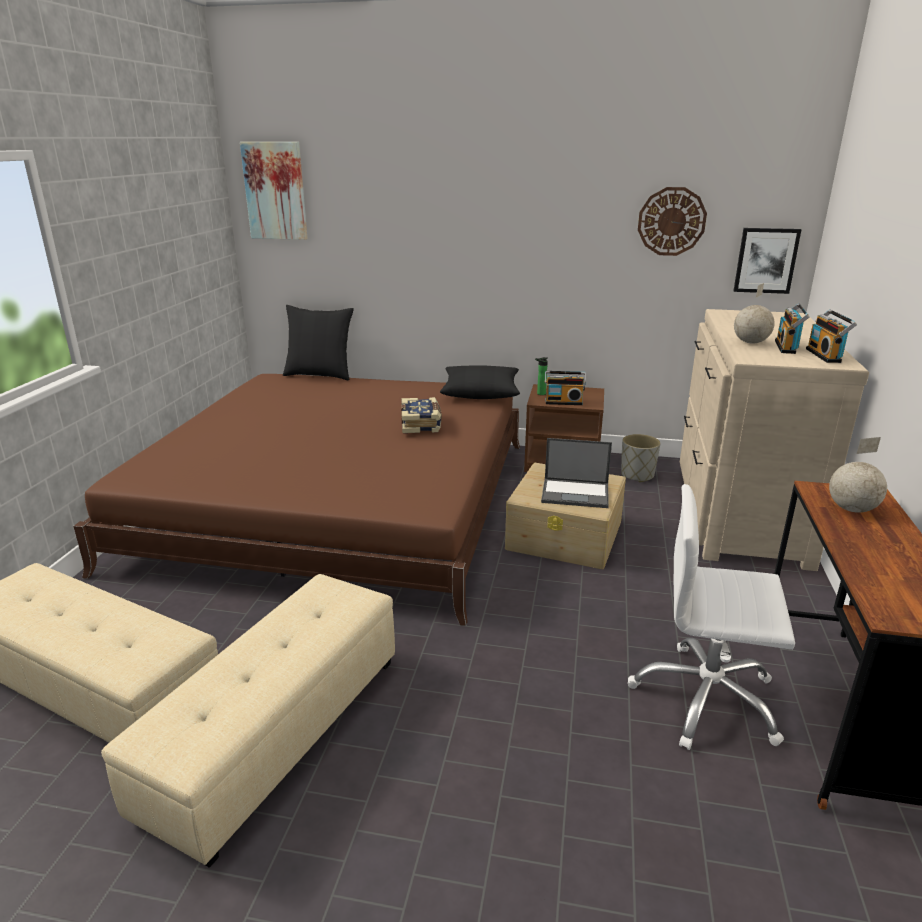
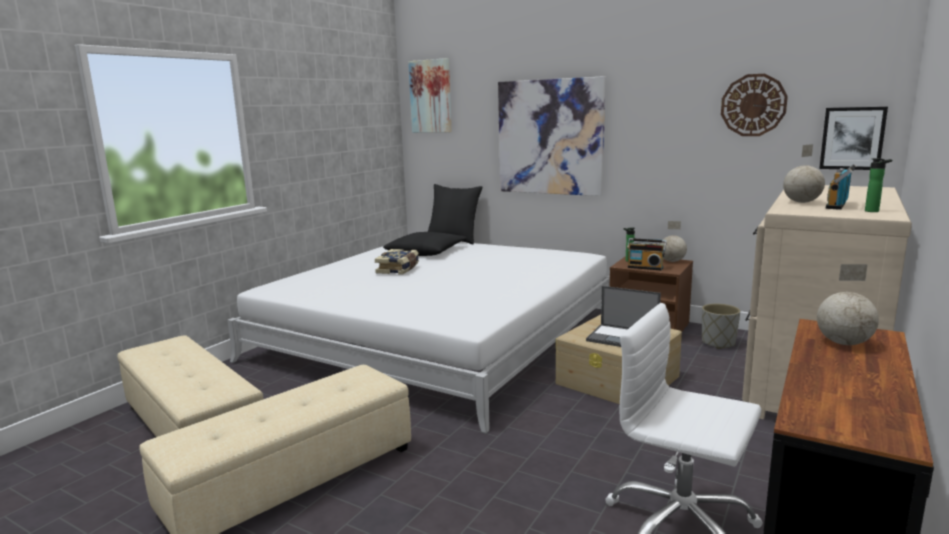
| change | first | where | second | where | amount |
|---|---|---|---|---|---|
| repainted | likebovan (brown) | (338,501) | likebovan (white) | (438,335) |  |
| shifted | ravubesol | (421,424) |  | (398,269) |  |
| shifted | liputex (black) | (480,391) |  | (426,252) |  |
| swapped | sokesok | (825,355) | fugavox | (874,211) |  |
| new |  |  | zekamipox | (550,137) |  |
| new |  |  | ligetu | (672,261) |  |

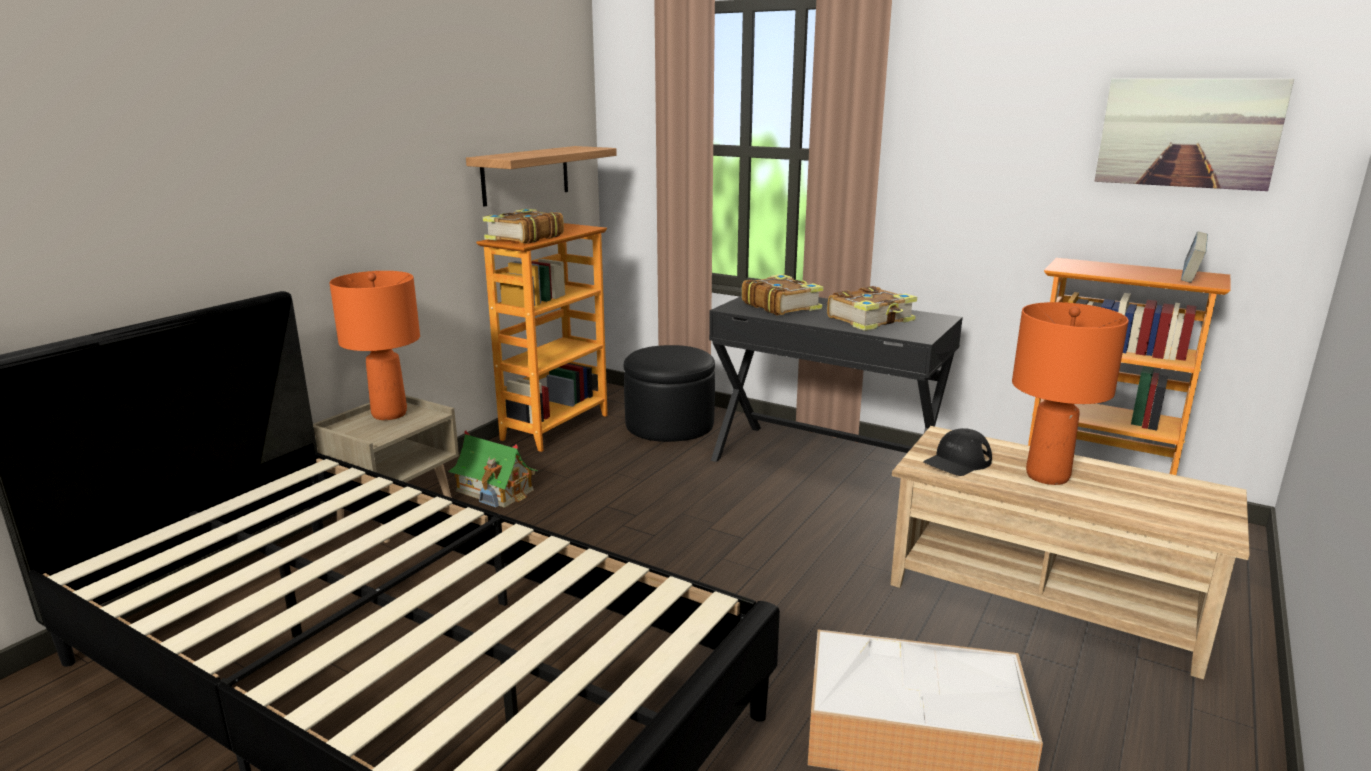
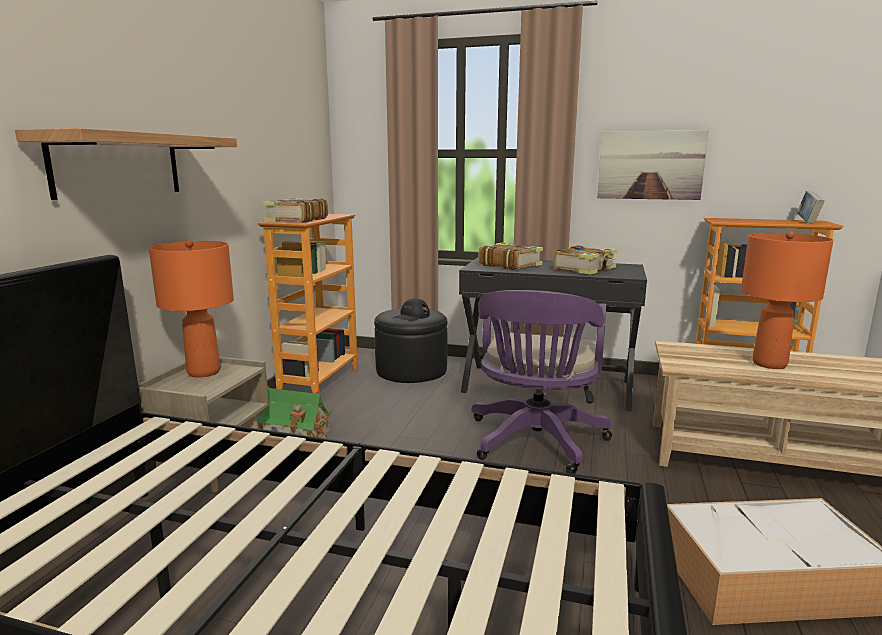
| change | first | where | second | where | amount |
|---|---|---|---|---|---|
| shifted | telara | (526,175) |  | (118,165) |  |
| shifted | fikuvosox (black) | (957,461) |  | (411,316) |  |
| shifted | zekamipox | (1188,133) |  | (650,165) |  |
| new |  |  | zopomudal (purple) | (535,443) |  |

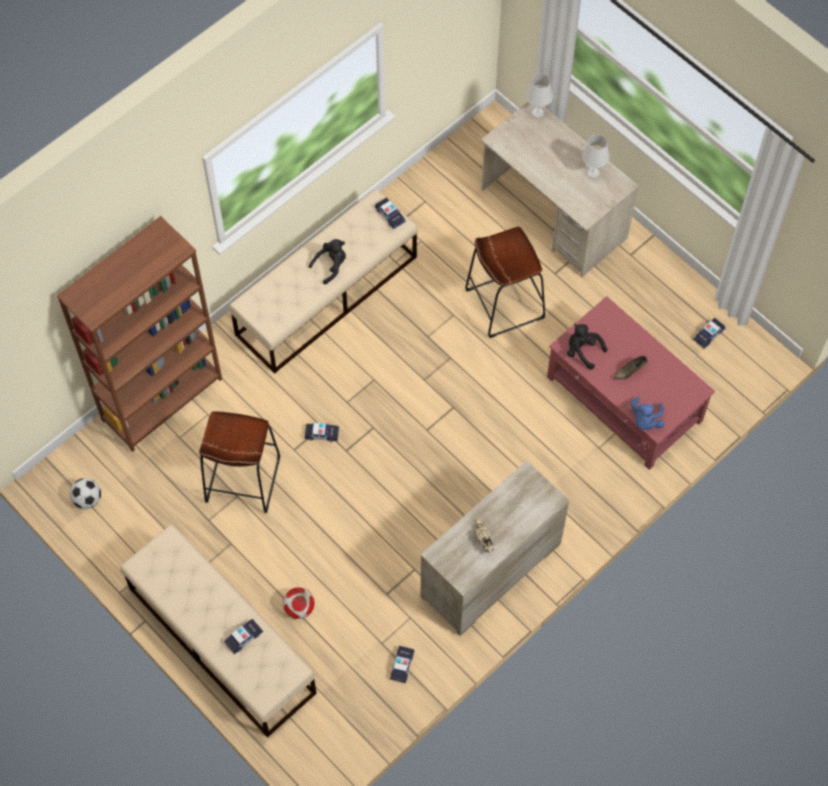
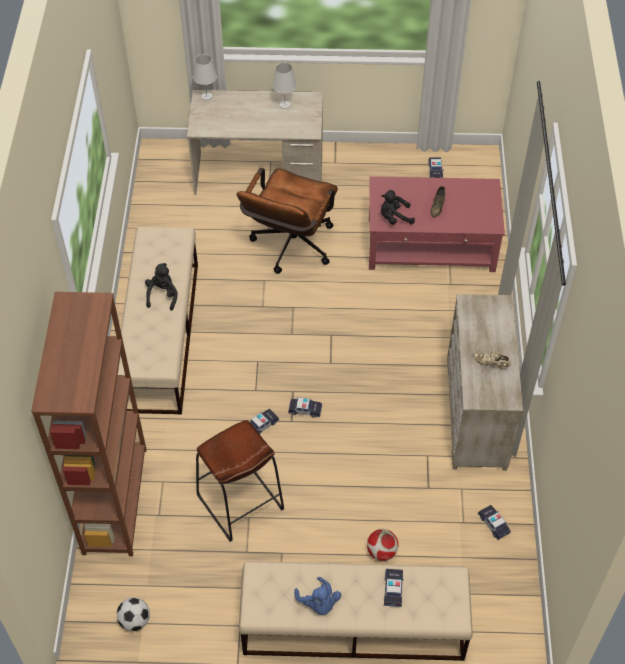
| change | first | where | second | where | amount |
|---|---|---|---|---|---|
| shifted | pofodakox | (390,215) |  | (305,410) |  |
| swapped | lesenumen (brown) | (504,304) | zopomudal (brown) | (290,248) |  |
| shifted | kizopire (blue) | (645,420) |  | (318,603) |  |

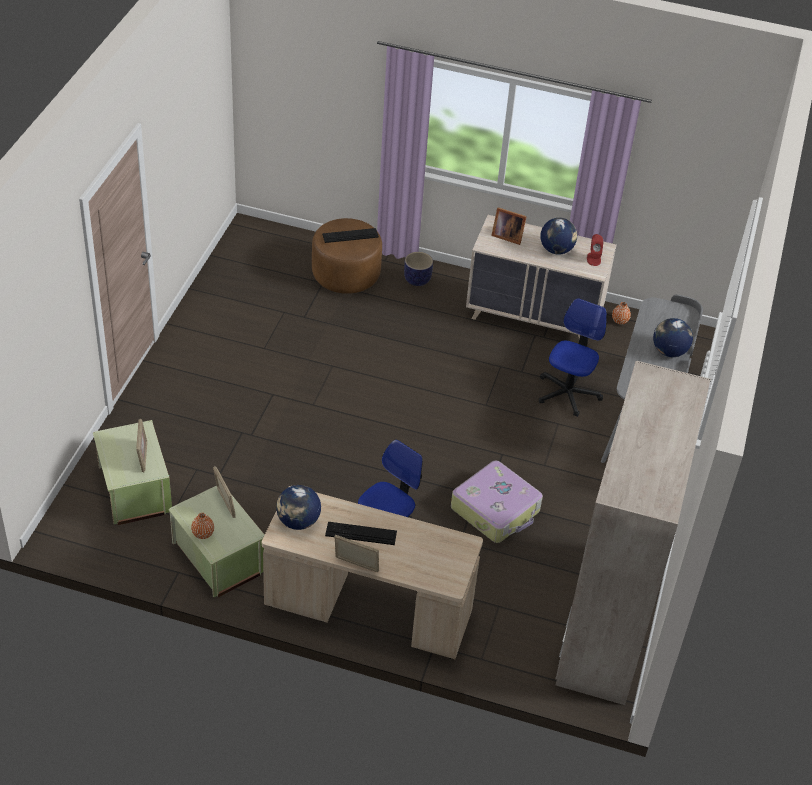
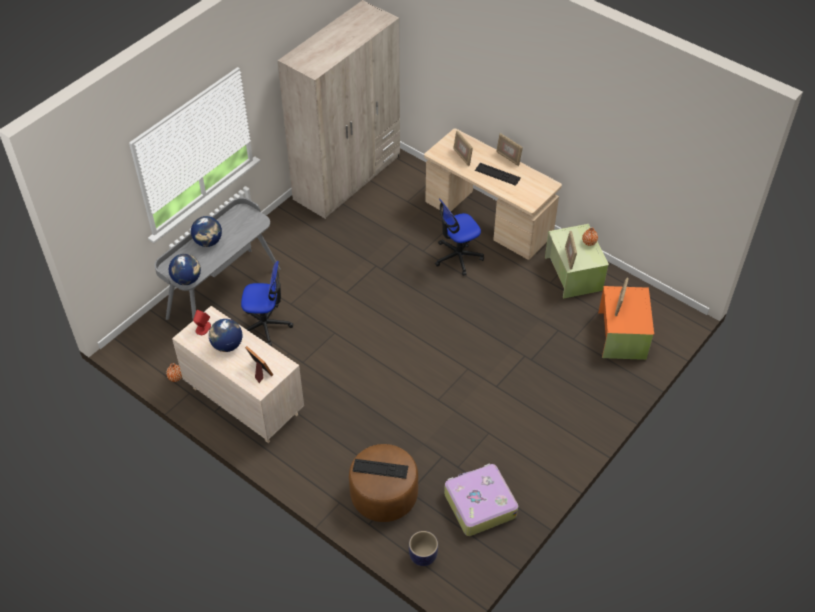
| change | first | where | second | where | amount |
|---|---|---|---|---|---|
| repainted | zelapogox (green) | (133,490) | zelapogox (orange) | (623,335) |  |
| shifted | ligetu | (298,521) |  | (187,279) |  |
| shifted | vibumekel | (417,280) |  | (422,556) |  |
| shifted | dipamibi | (496,510) |  | (479,504) |  |
| rotated | zopomudal | (568,393) |  | (266,325) | 135 degrees counterclockwise |
| new |  |  | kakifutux | (462,157) |  |

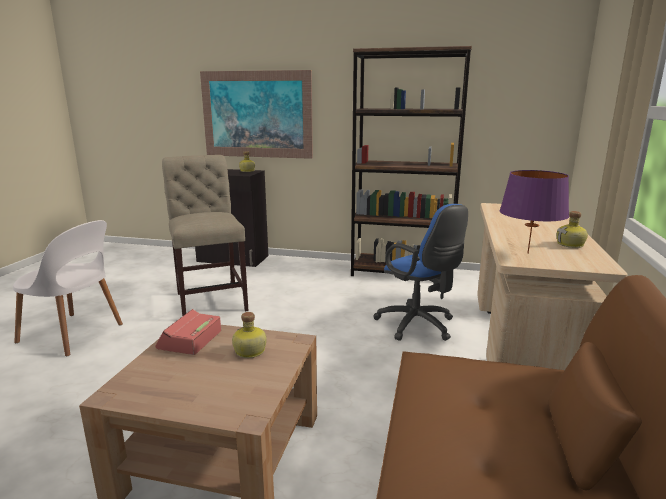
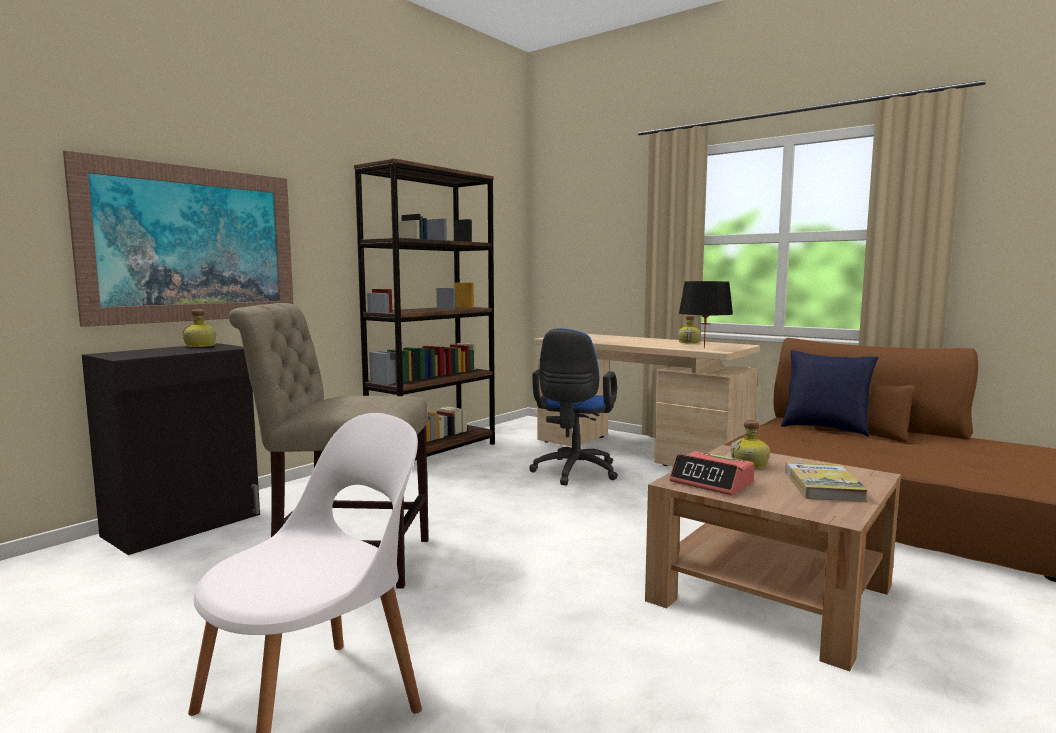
| change | first | where | second | where | amount |
|---|---|---|---|---|---|
| rotated | zopomudal (blue) | (418,326) |  | (573,473) | 120 degrees clockwise |
| repainted | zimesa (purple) | (528,253) | zimesa (black) | (704,348) |  |
| new |  |  | liputex (blue) | (825,429) |  |
| new |  |  | ravubesol | (823,486) |  |

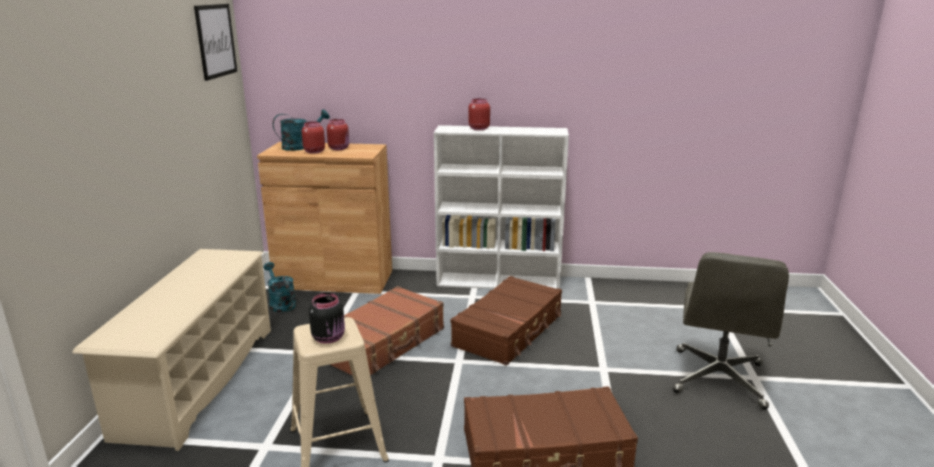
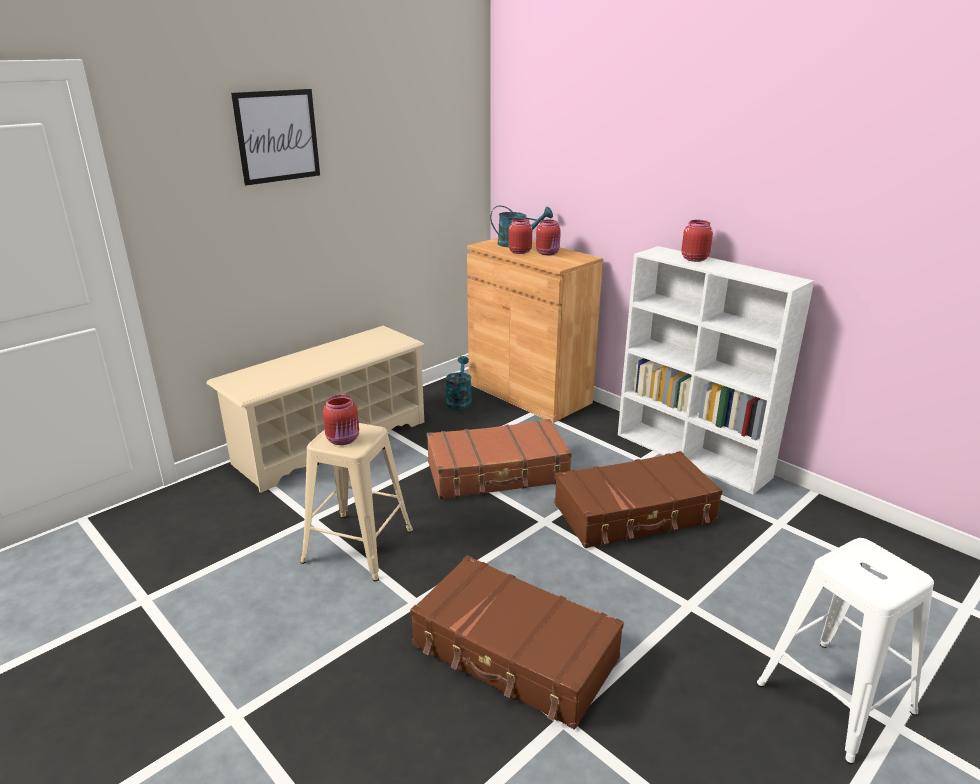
| change | first | where | second | where | amount |
|---|---|---|---|---|---|
| shifted | zekamipox | (216,41) |  | (277,136) |  |
| repainted | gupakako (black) | (329,338) | gupakako (red) | (344,440) |  |
| swapped | zopomudal (grey) | (719,379) | lesenumen (white) | (833,697) |  |

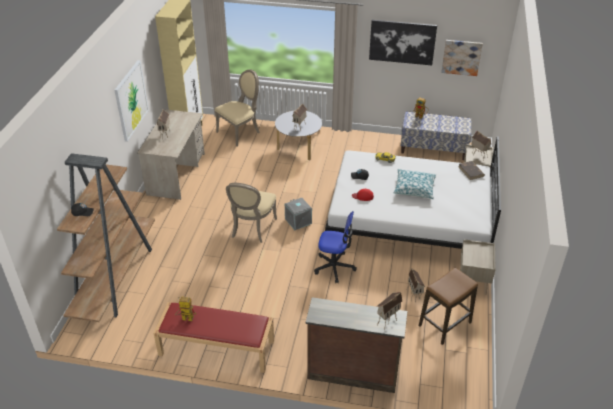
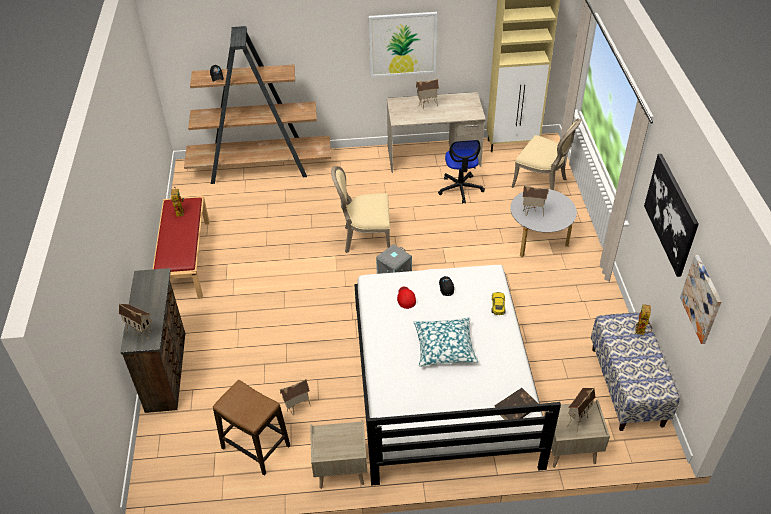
| change | first | where | second | where | amount |
|---|---|---|---|---|---|
| shifted | zopomudal | (334,267) |  | (460,189) |  |

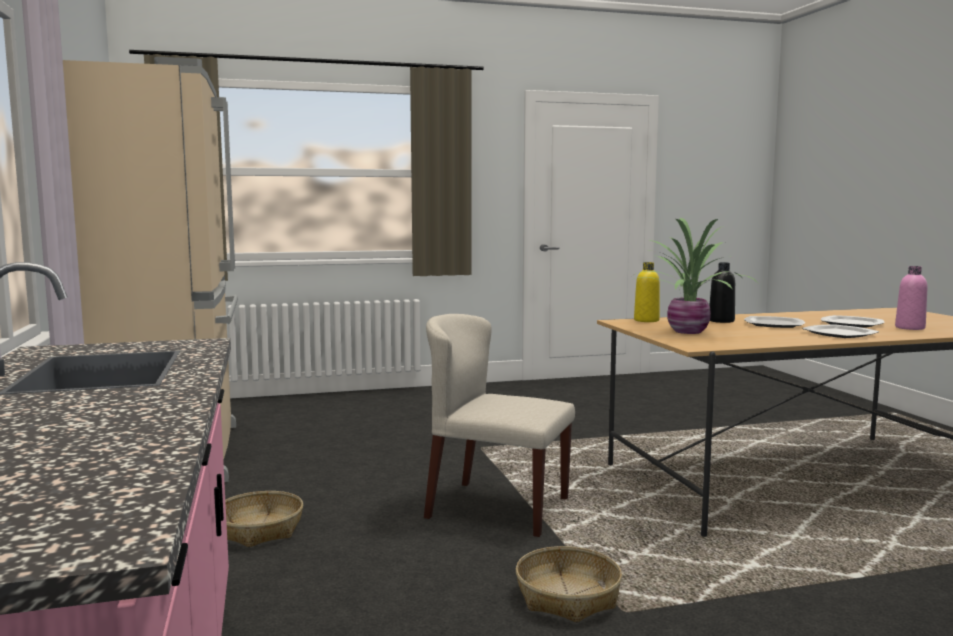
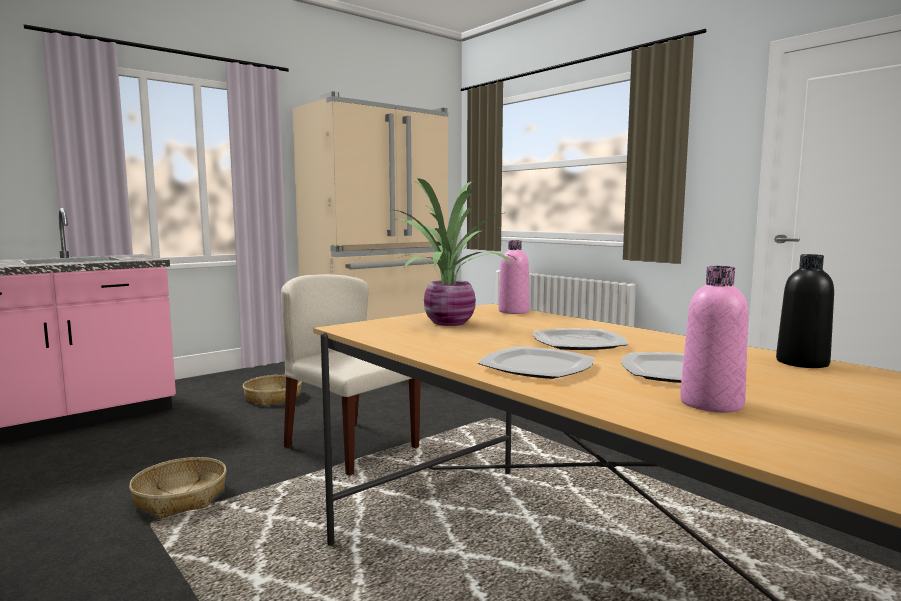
| change | first | where | second | where | amount |
|---|---|---|---|---|---|
| rotated | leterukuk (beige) | (496,508) |  | (350,447) | 45 degrees counterclockwise |
| repainted | fugavox (yellow) | (646,320) | fugavox (pink) | (513,311) |  |
| shifted | fugavox (black) | (721,321) |  | (802,363) |  |

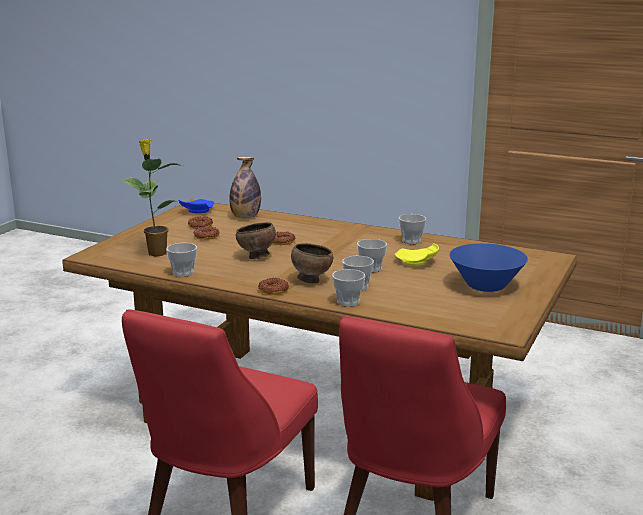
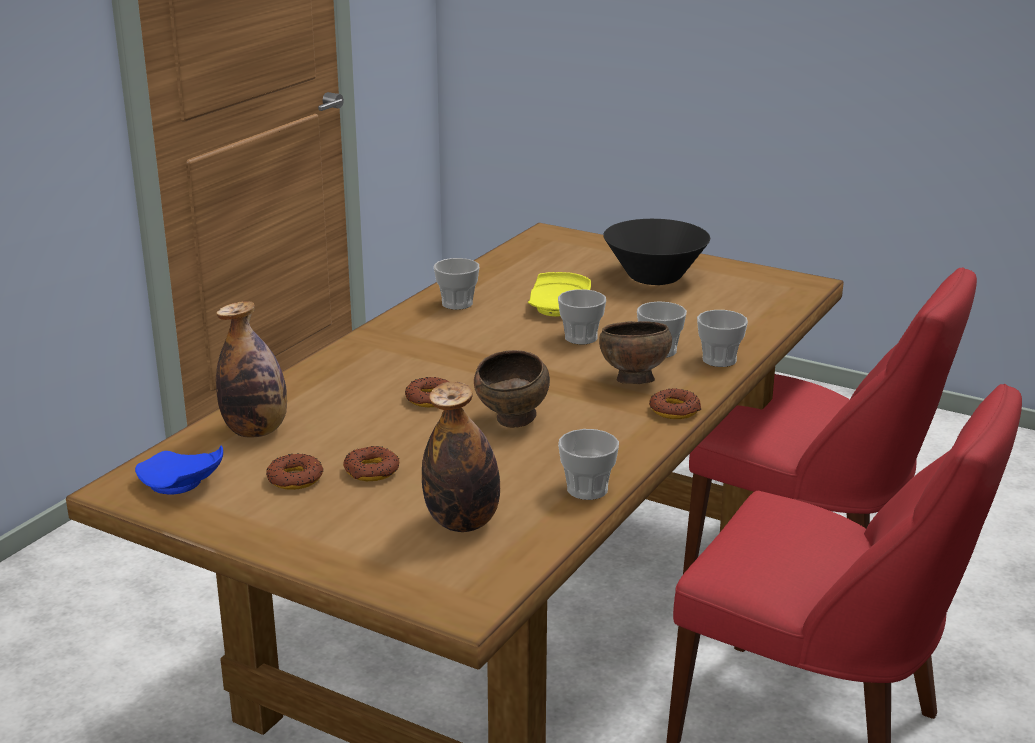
| change | first | where | second | where | amount |
|---|---|---|---|---|---|
| swapped | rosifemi | (156,252) | fugavox | (462,522) |  |
| repainted | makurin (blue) | (485,286) | makurin (black) | (654,278) |  |

